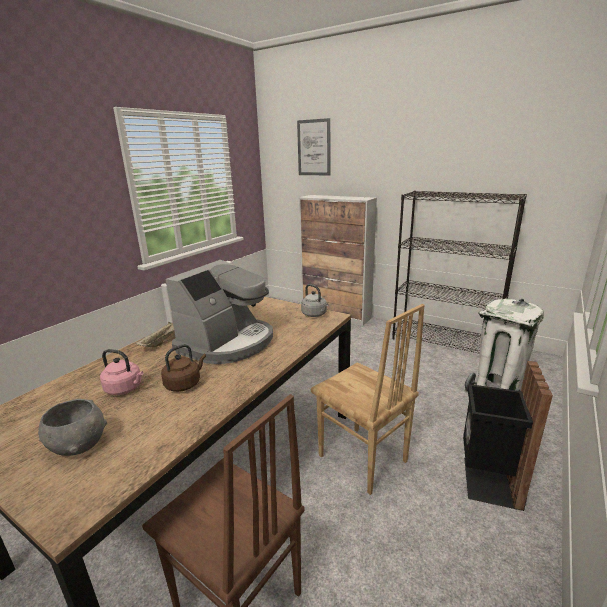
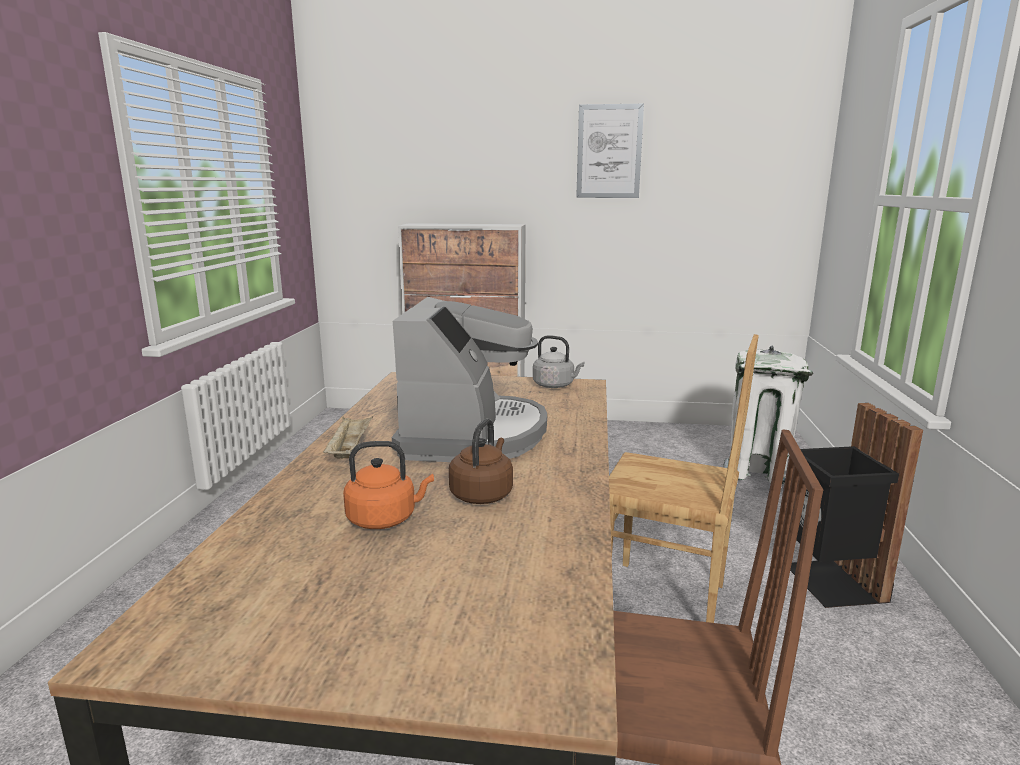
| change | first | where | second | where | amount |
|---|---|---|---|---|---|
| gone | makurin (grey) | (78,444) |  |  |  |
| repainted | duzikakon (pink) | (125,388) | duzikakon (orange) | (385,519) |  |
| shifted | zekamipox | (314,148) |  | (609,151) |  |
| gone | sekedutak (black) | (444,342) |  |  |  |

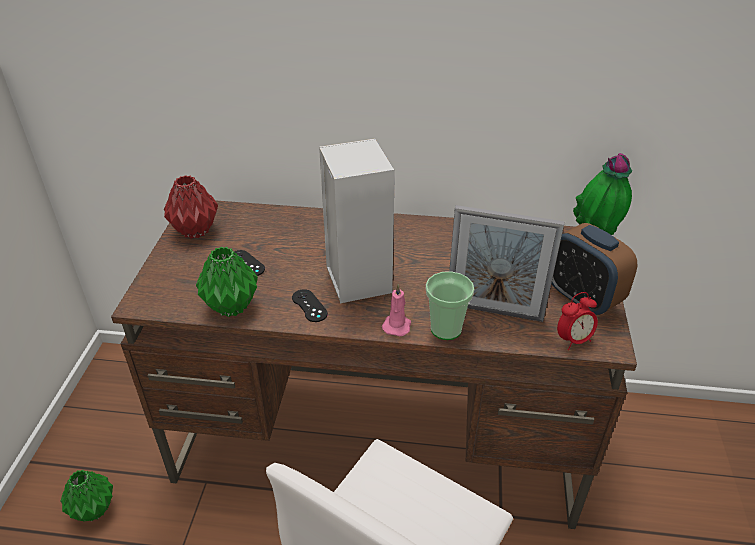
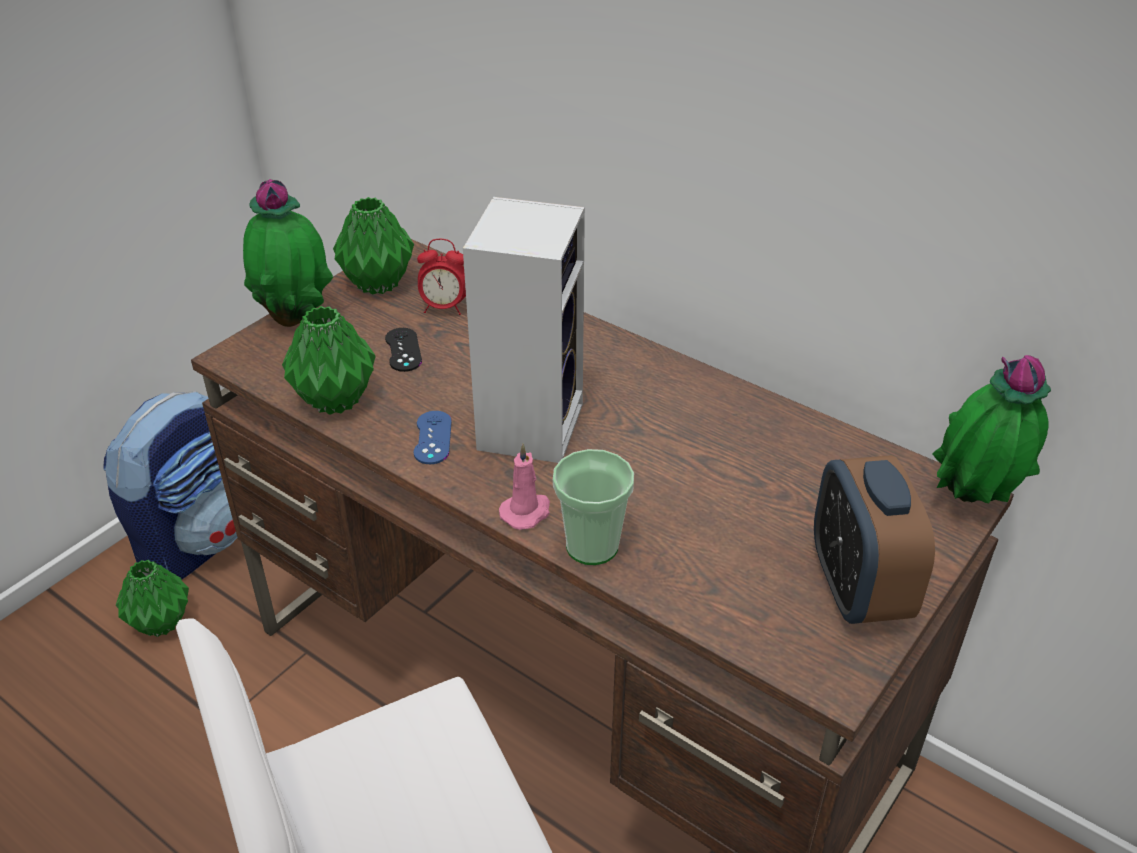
| change | first | where | second | where | amount |
|---|---|---|---|---|---|
| repainted | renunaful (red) | (195,230) | renunaful (green) | (378,283) |  |
| repainted | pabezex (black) | (309,306) | pabezex (blue) | (432,437) |  |
| gone | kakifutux | (494,311) |  |  |  |
| shifted | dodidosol | (573,340) |  | (444,308) |  |
| new |  |  | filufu | (198,540) |  |
| new |  |  | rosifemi | (296,319) |  |

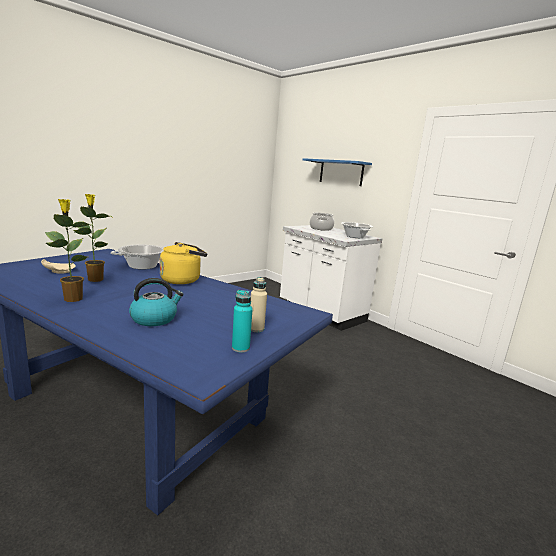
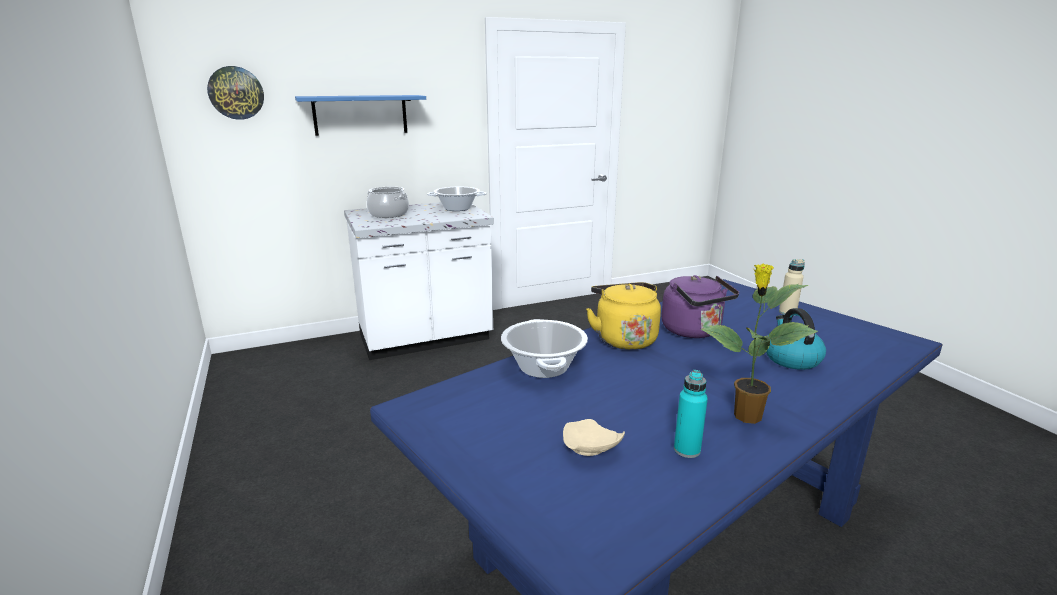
| change | first | where | second | where | amount |
|---|---|---|---|---|---|
| gone | rosifemi | (95,279) |  |  |  |
| shifted | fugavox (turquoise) | (240,348) |  | (687,450) |  |
| new |  |  | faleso | (236,93) |  |
| new |  |  | duzikakon (purple) | (694,331) |  |

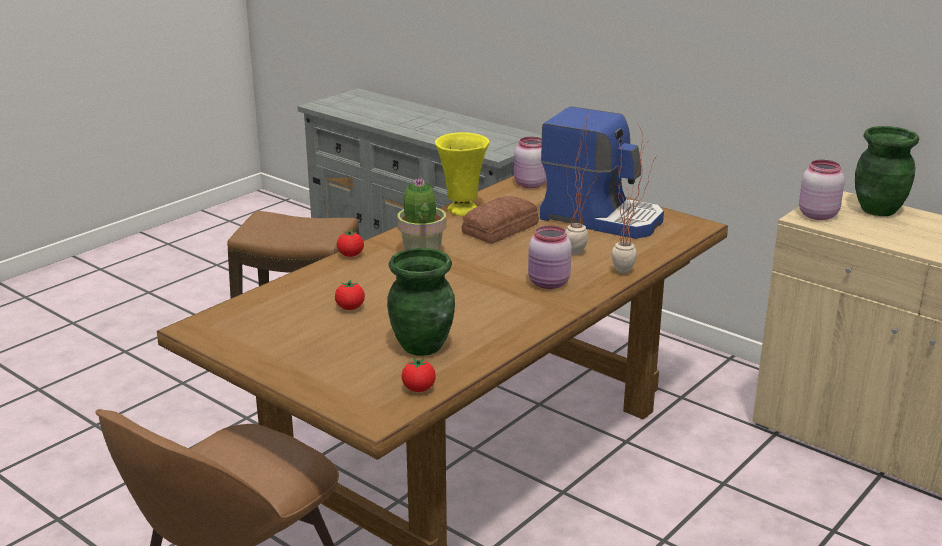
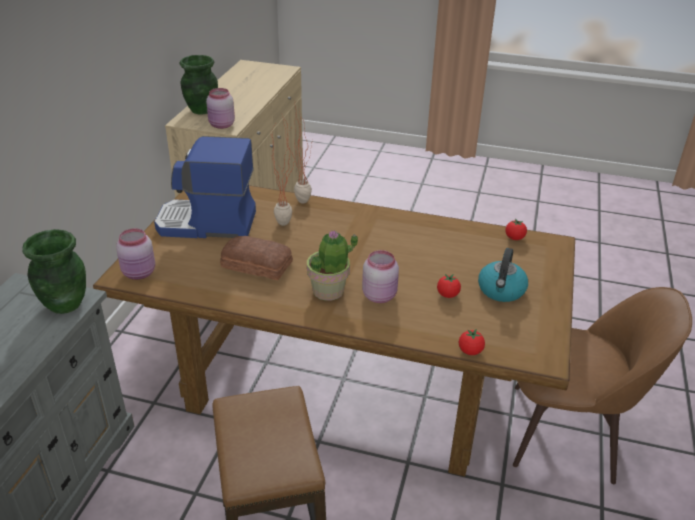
| change | first | where | second | where | amount |
|---|---|---|---|---|---|
| shifted | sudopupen | (350,255) |  | (470,351) |  |
| shifted | renunaful (green) | (422,346) |  | (64,304) |  |
| gone | renunaful (yellow) | (462,211) |  |  |  |
| shifted | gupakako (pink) | (549,284) |  | (380,295) |  |
| rotated | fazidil | (602,218) |  | (207,224) | 90 degrees counterclockwise |
| new |  |  | duzikakon | (501,291) |  |

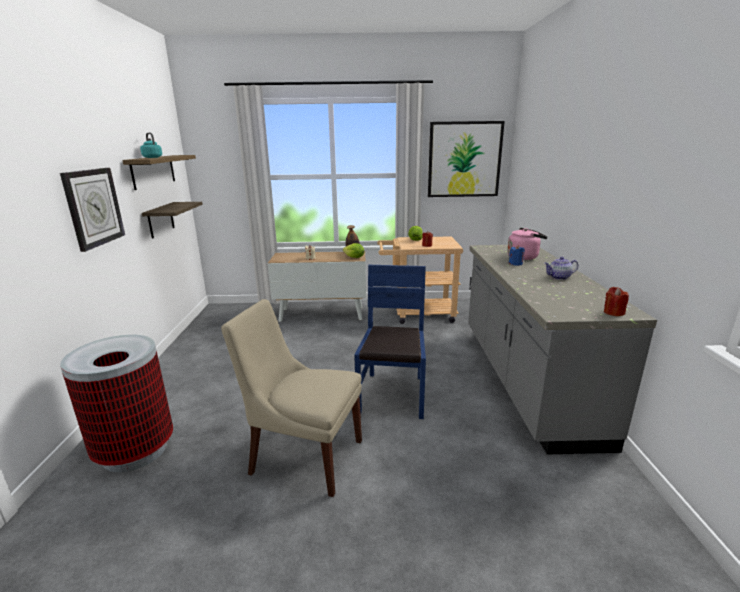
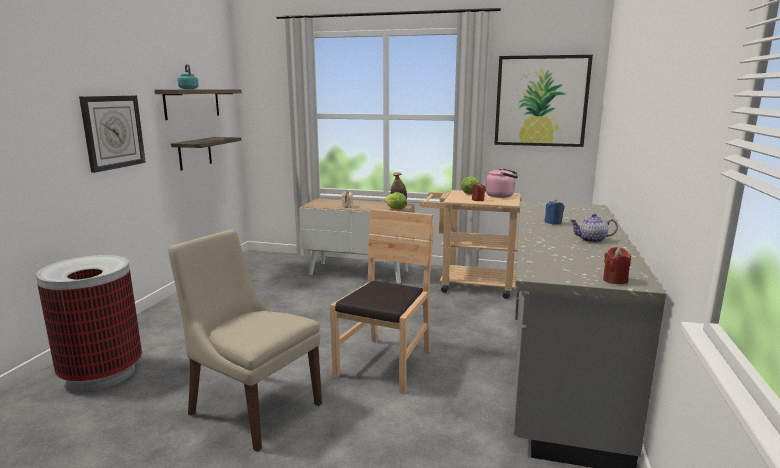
| change | first | where | second | where | amount |
|---|---|---|---|---|---|
| repainted | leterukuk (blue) | (393,395) | leterukuk (brown) | (385,364) |  |
| shifted | duzikakon (pink) | (524,257) |  | (501,196) |  |

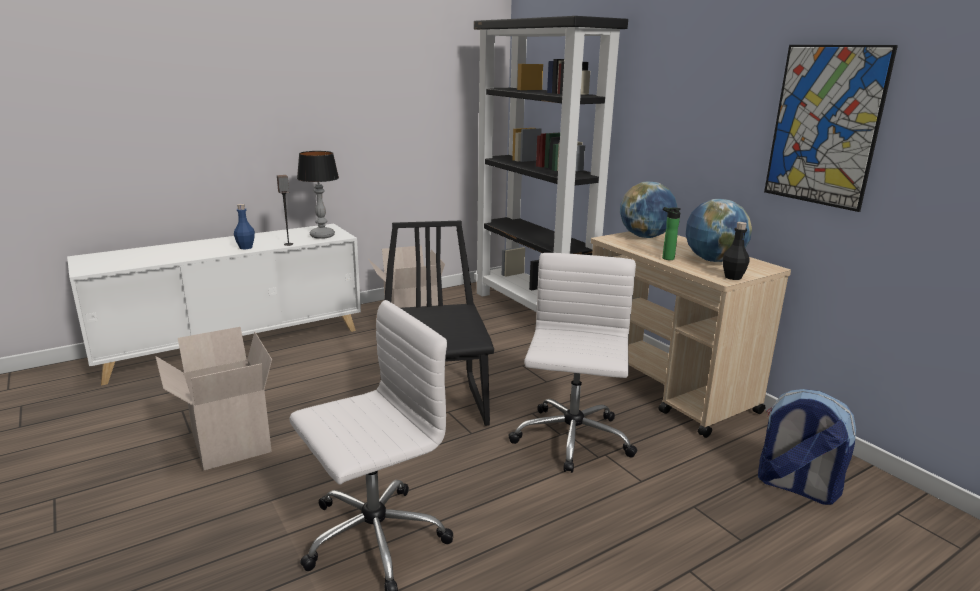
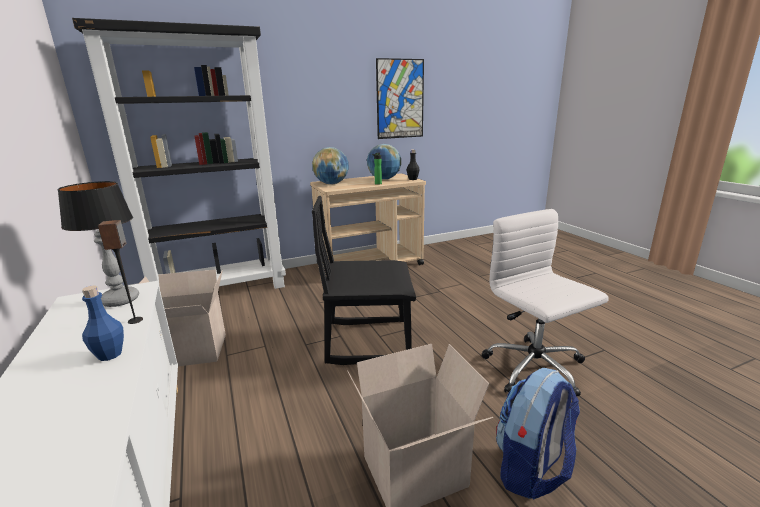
| change | first | where | second | where | amount |
|---|---|---|---|---|---|
| gone | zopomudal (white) | (571,440) |  |  |  |
| shifted | filufu | (795,487) |  | (531,469) |  |

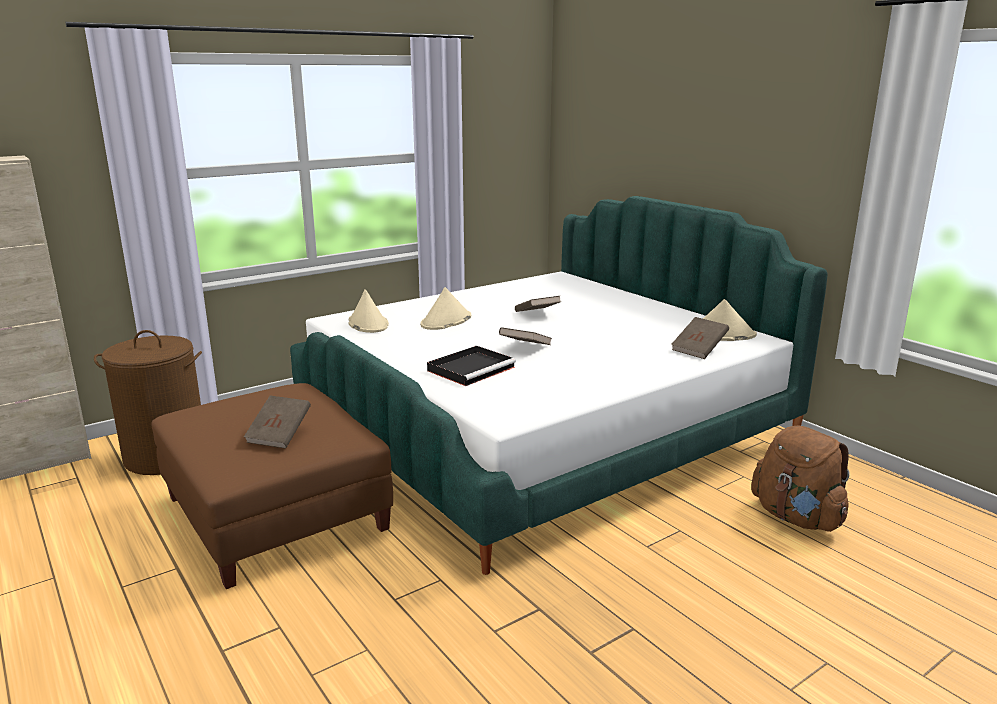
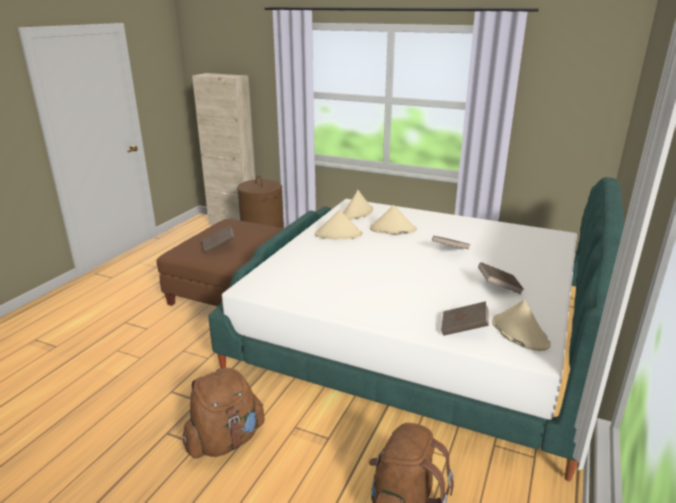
| change | first | where | second | where | amount |
|---|---|---|---|---|---|
| gone | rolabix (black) | (472,368) |  |  |  |
| shifted | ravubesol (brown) | (525,348) |  | (499,287) |  |
| new |  |  | filufu (brown) | (226,441) |  |
| new |  |  | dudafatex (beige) | (338,234) |  |

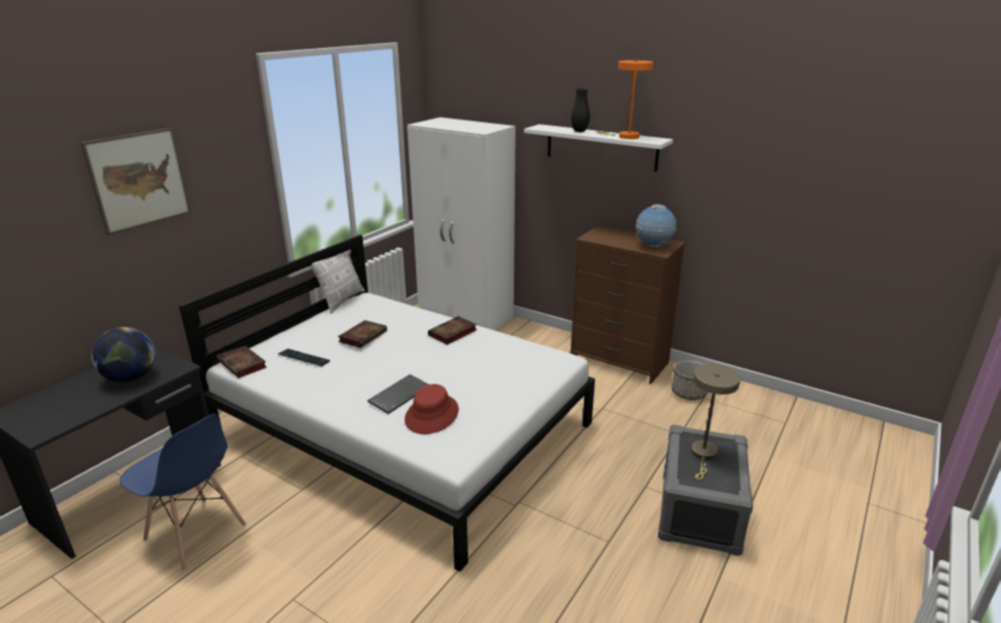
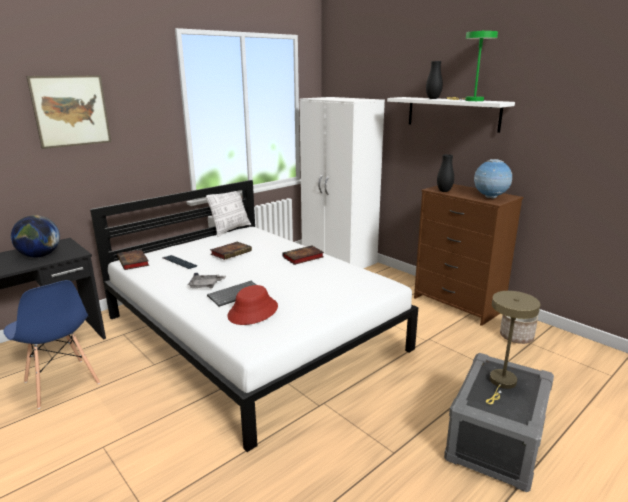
| change | first | where | second | where | amount |
|---|---|---|---|---|---|
| repainted | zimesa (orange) | (625,136) | zimesa (green) | (470,100) |  |
| new |  |  | rolabix (grey) | (206,285) |  |
| new |  |  | renunaful (black) | (444,191) |  |

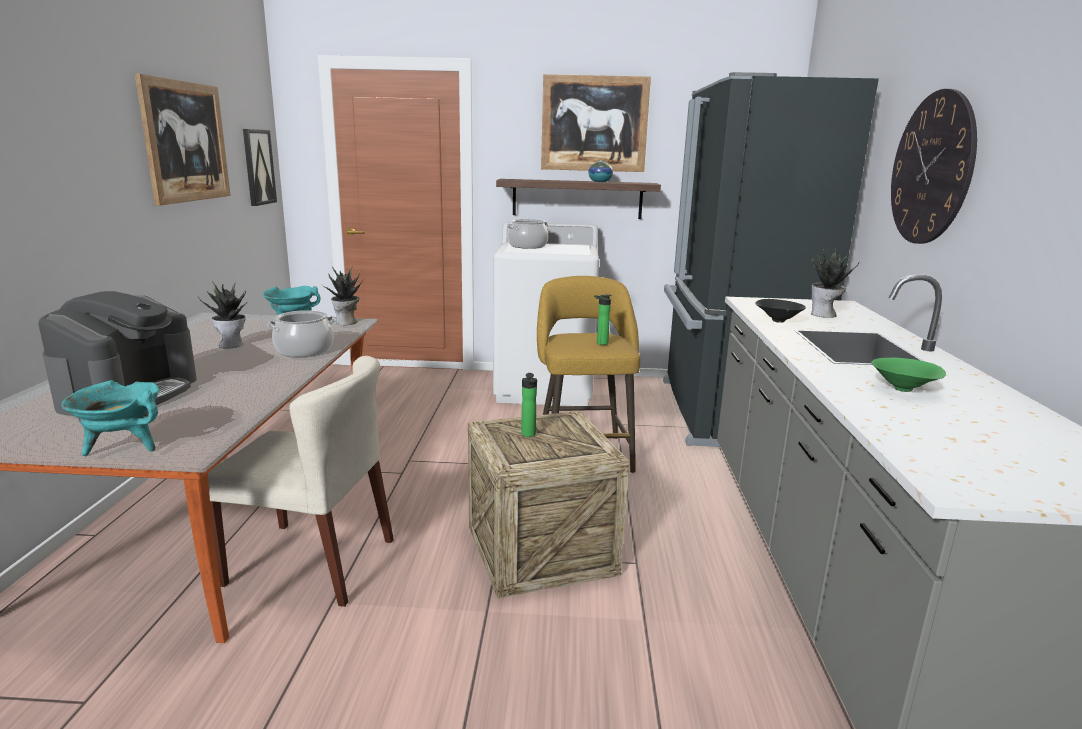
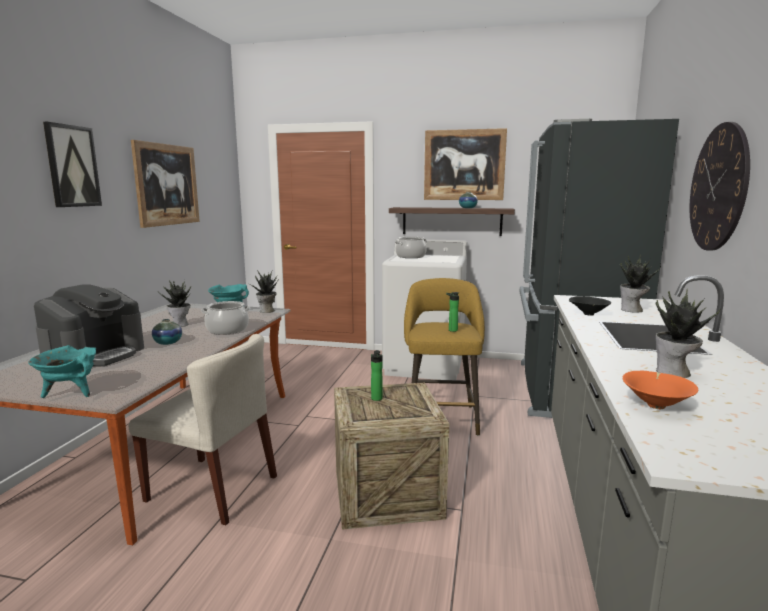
| change | first | where | second | where | amount |
|---|---|---|---|---|---|
| shifted | zekamipox | (258,167) |  | (72,166) |  |
| swapped | makurin (green) | (904,390) | rosifemi | (673,373) |  |
| new |  |  | renunaful | (168,343) |  |
| new |  |  | makurin (orange) | (656,405) |  |

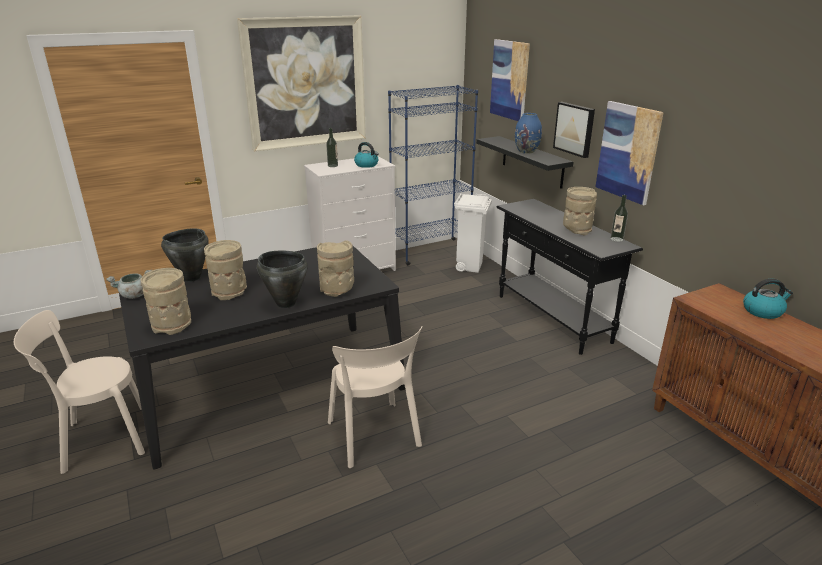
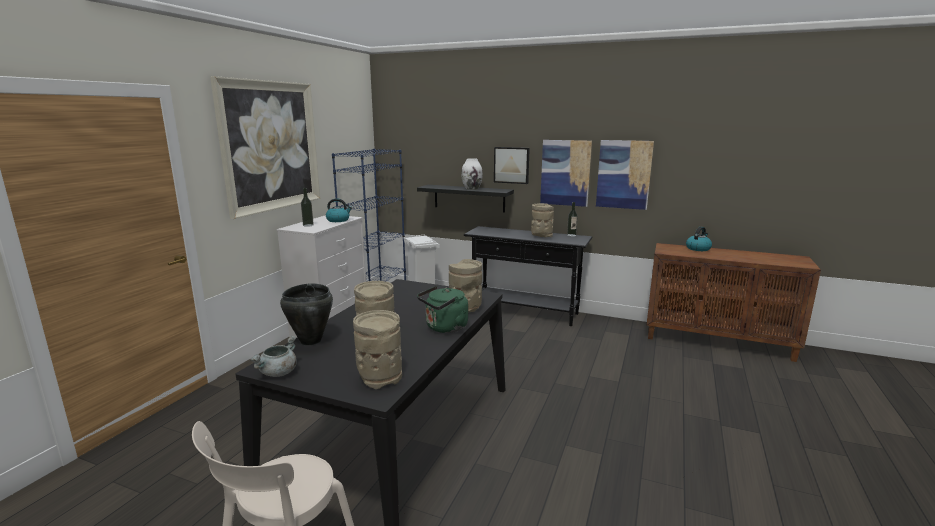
| change | first | where | second | where | amount |
|---|---|---|---|---|---|
| swapped | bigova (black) | (285,303) | duzikakon (green) | (444,328) |  |
| gone | leterukuk (beige) | (375,437) |  |  |  |
| shifted | zekamipox | (509,80) |  | (624,174) |  |
| repainted | renunaful (blue) | (526,151) | renunaful (white) | (471,188) |  |

